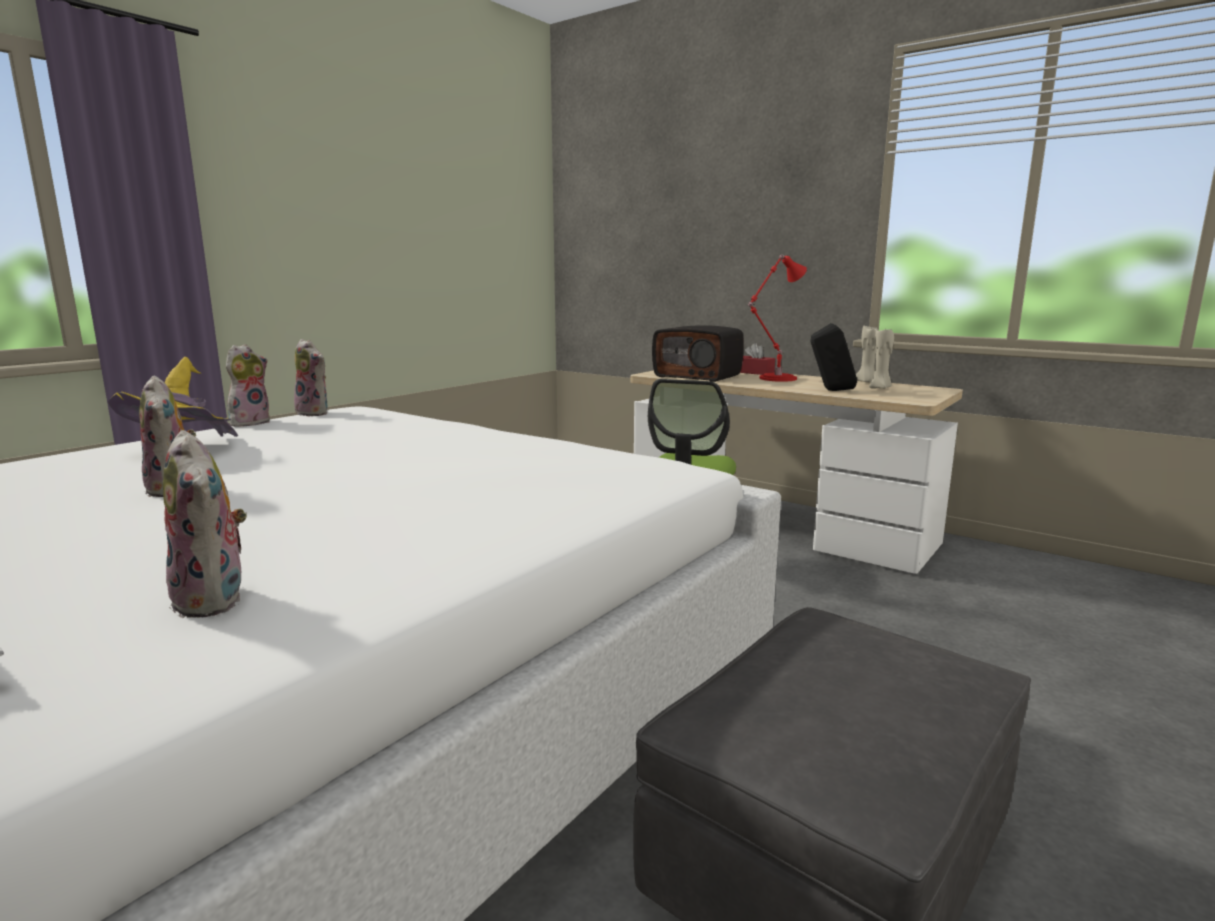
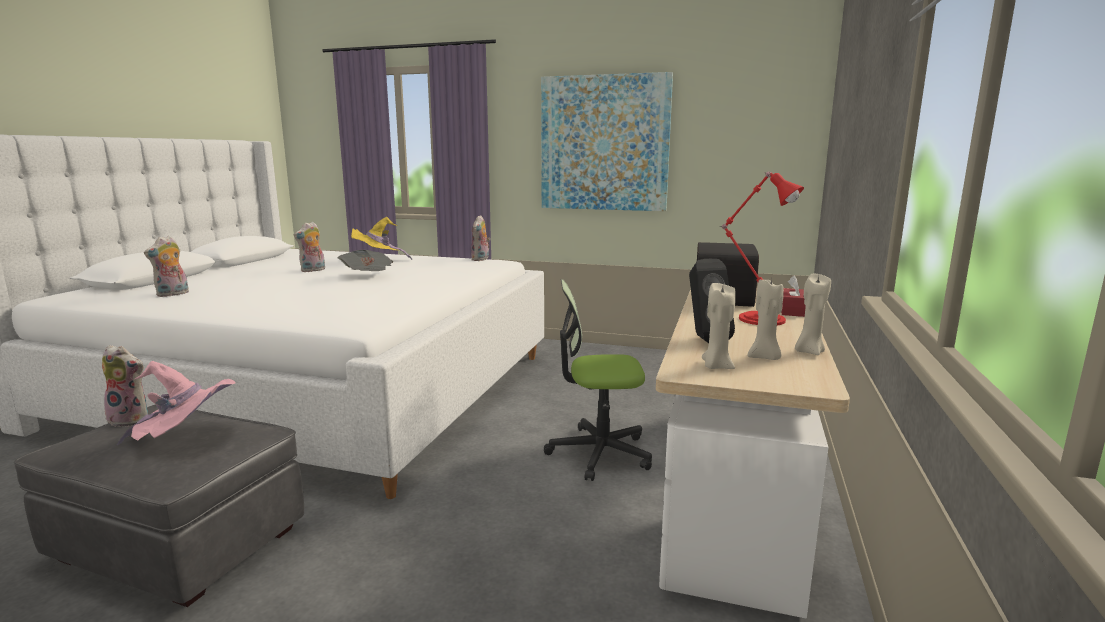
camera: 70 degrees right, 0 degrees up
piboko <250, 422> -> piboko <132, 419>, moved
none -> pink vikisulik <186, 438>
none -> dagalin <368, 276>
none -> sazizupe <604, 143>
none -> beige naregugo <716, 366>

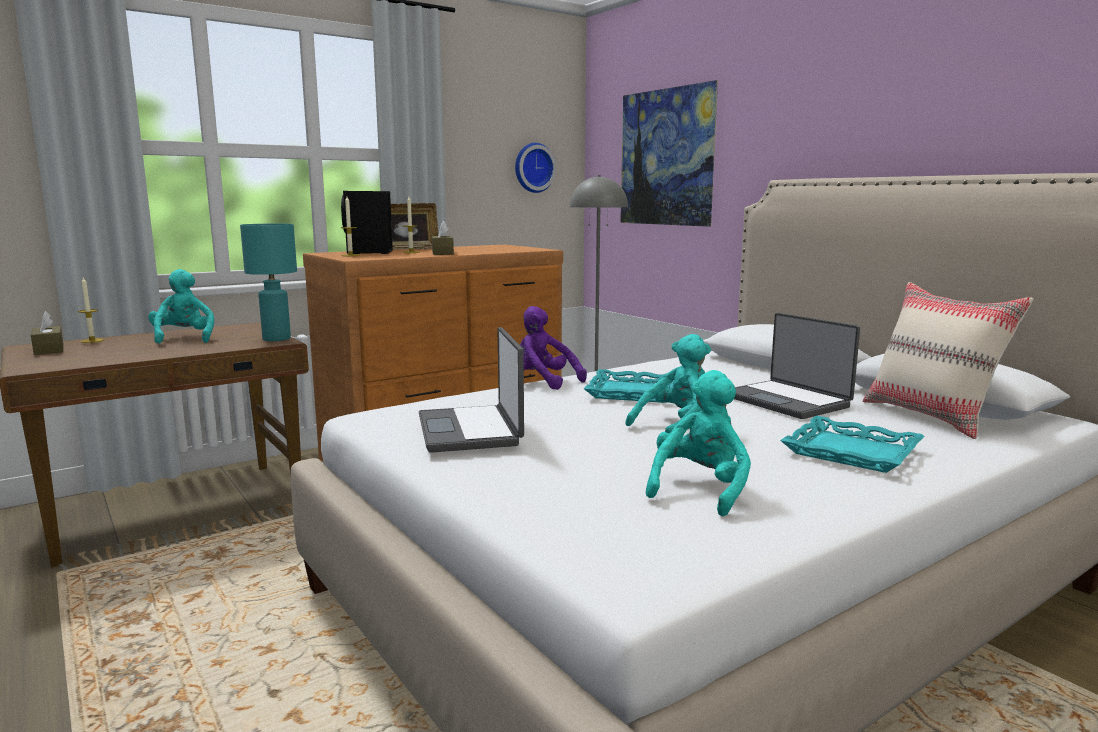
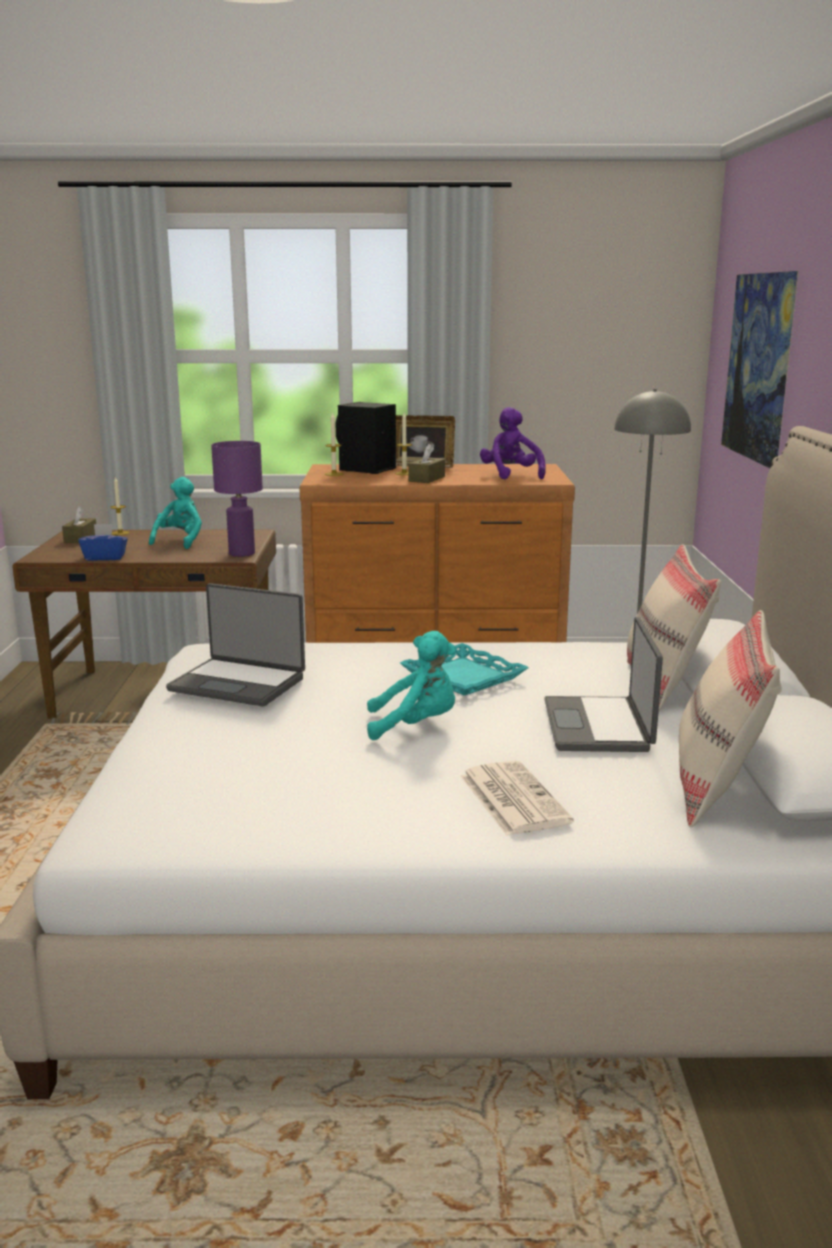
camera: 35 degrees right, 5 degrees up
none -> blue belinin <105, 557>
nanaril <471, 430> -> nanaril <239, 683>, 90 degrees counterclockwise
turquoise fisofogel <276, 339> -> purple fisofogel <241, 554>
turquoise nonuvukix <851, 452> -> dagalin <512, 798>
purple piboko <543, 382> -> purple piboko <510, 475>, moved
none -> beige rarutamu <664, 687>
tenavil <533, 168> -> none
turquoise piboko <700, 489> -> none

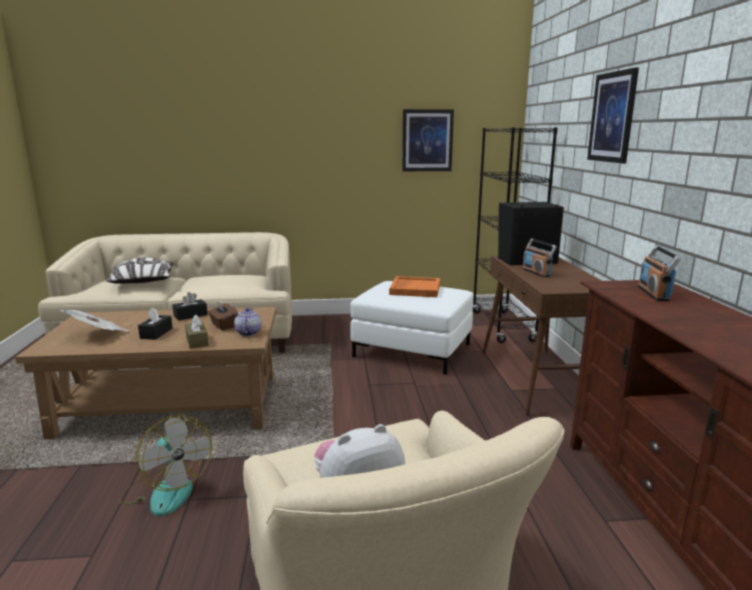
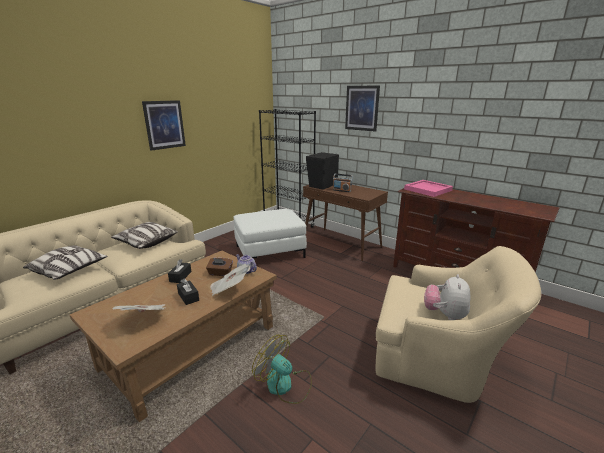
camera: 45 degrees left, 5 degrees up
none -> rarutamu <146, 242>
sazizupe <427, 140> -> sazizupe <164, 124>, moved
brown belinin <197, 341> -> dagalin <229, 289>
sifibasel <166, 490> -> sifibasel <285, 385>, 150 degrees counterclockwise
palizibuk <653, 293> -> pink nonuvukix <428, 190>
orange nonuvukix <415, 289> -> none

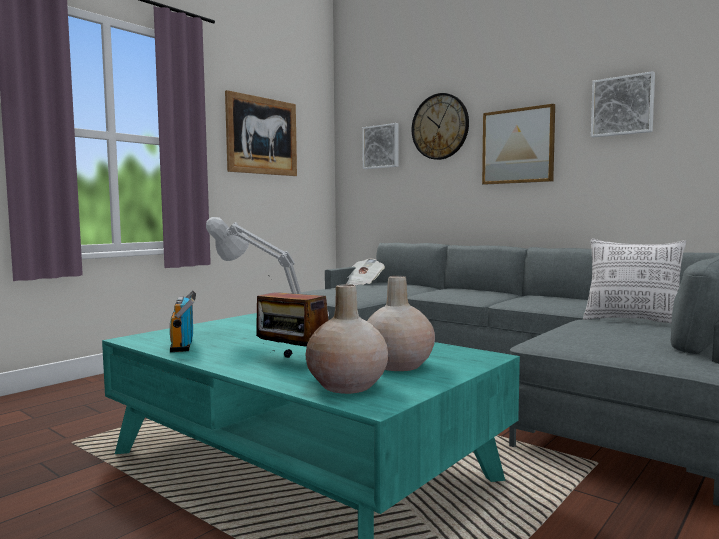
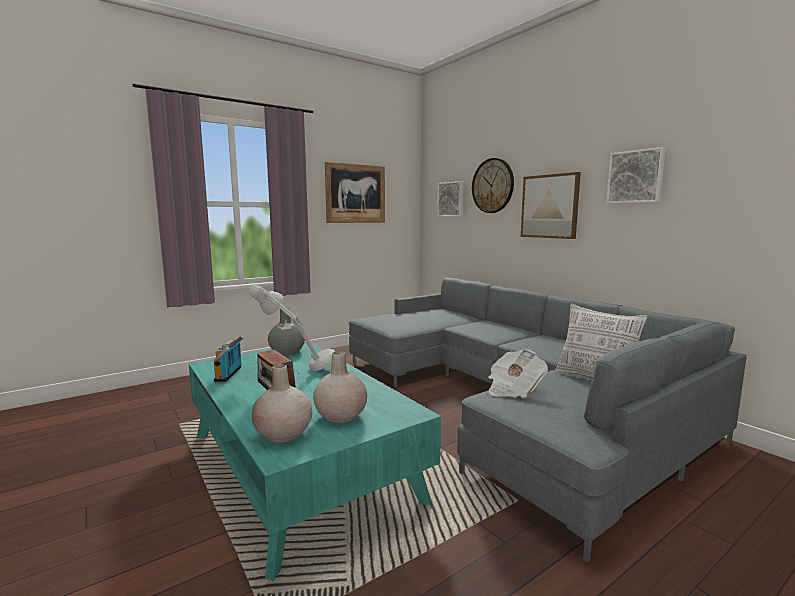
camera: 15 degrees right, 5 degrees up
none -> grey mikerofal <287, 352>
dagalin <363, 283> -> dagalin <513, 389>, moved

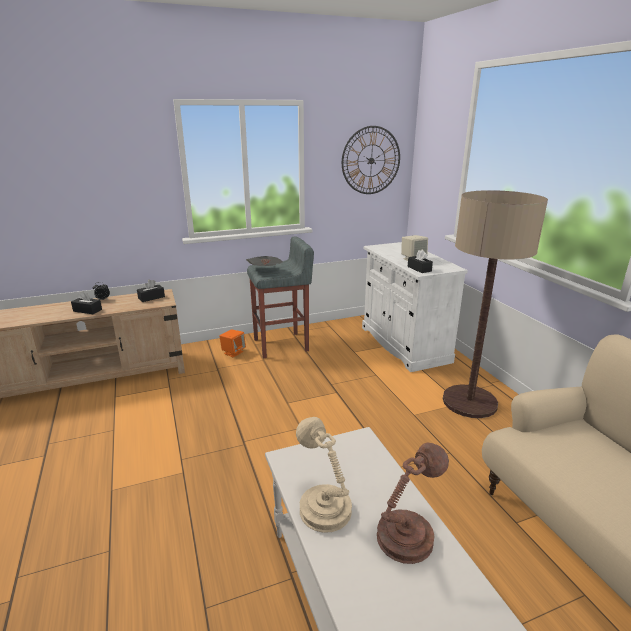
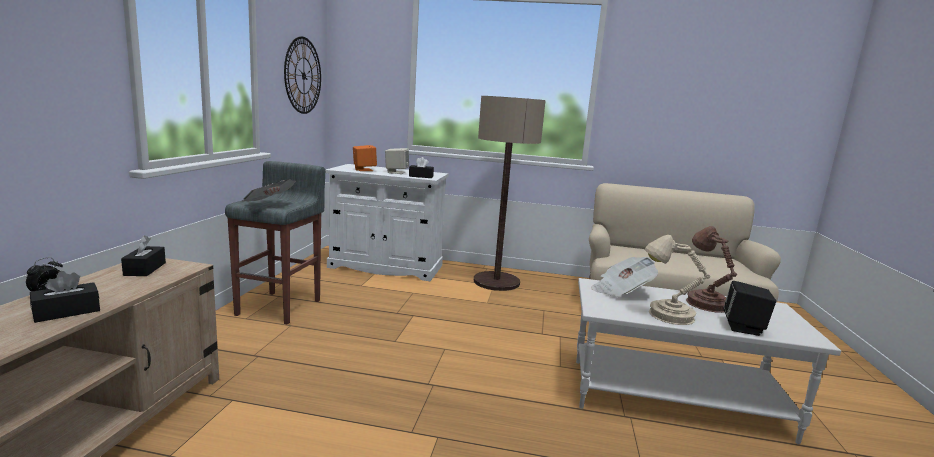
camera: 60 degrees left, 10 degrees down
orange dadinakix <233, 352> -> orange dadinakix <364, 170>, moved
none -> dagalin <621, 291>
none -> black dadinakix <743, 328>

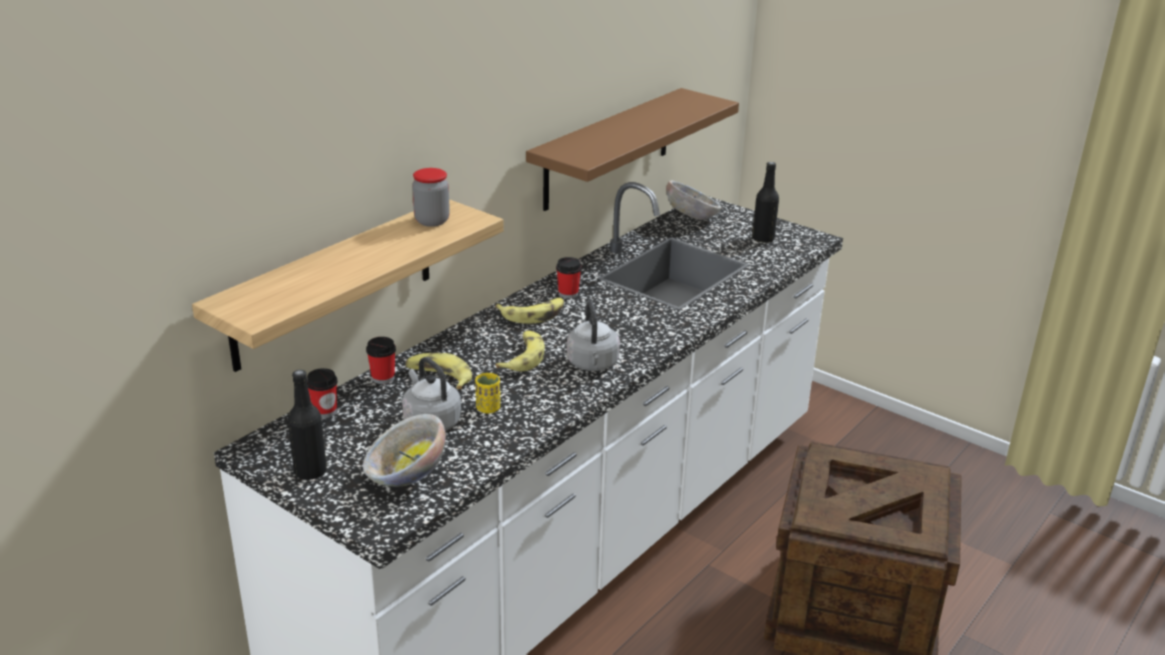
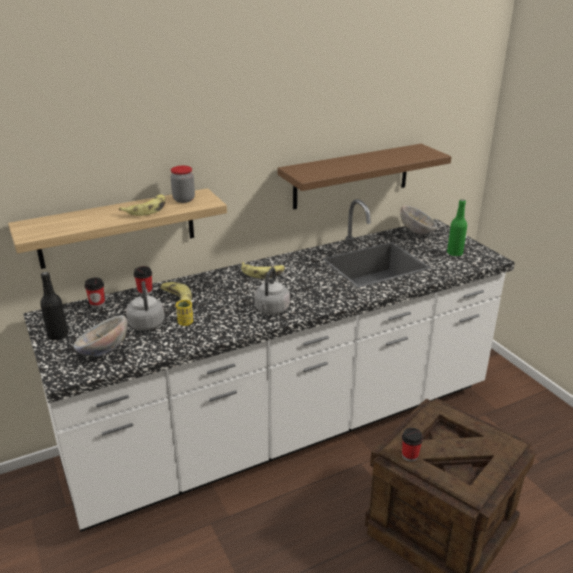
camera: 25 degrees right, 0 degrees up
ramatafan <523, 358> -> ramatafan <147, 209>, moved
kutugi <568, 294> -> kutugi <410, 455>, moved
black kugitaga <763, 239> -> green kugitaga <454, 253>

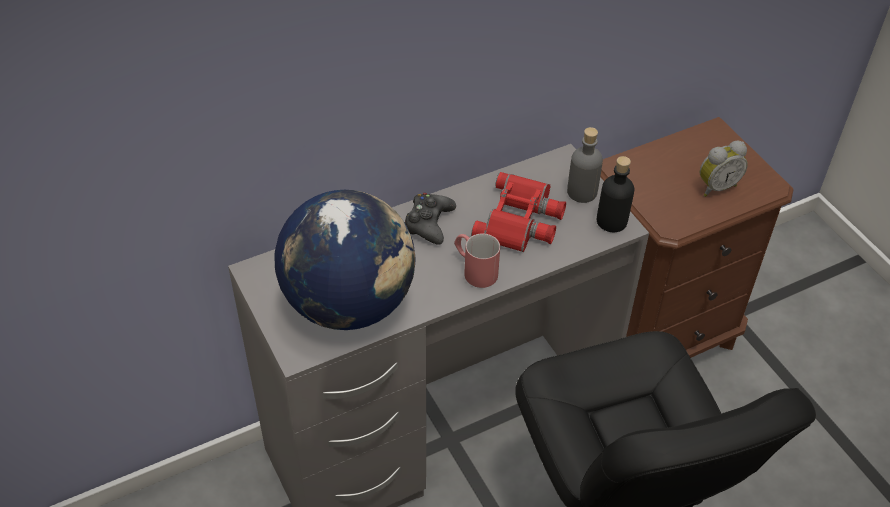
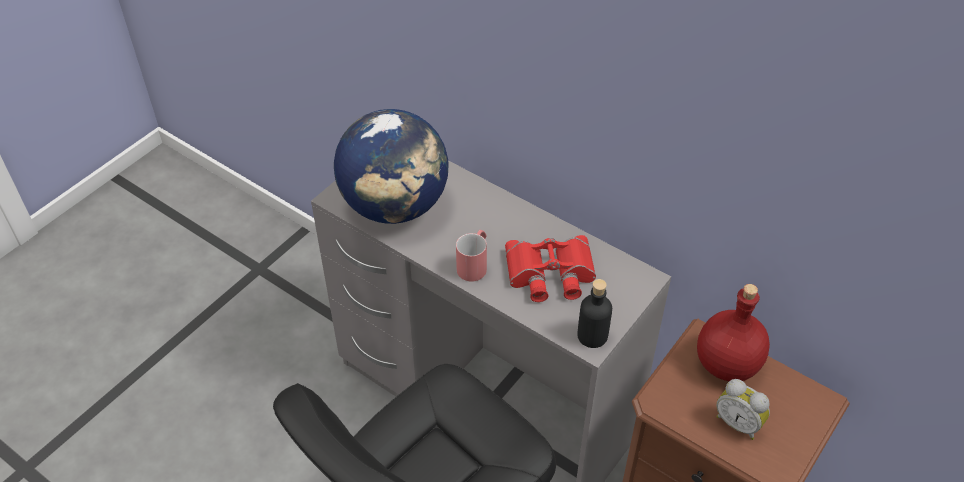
camera: 65 degrees right, 0 degrees up
none -> red kugitaga <728, 364>
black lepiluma <429, 223> -> none
grey kugitaga <582, 192> -> none

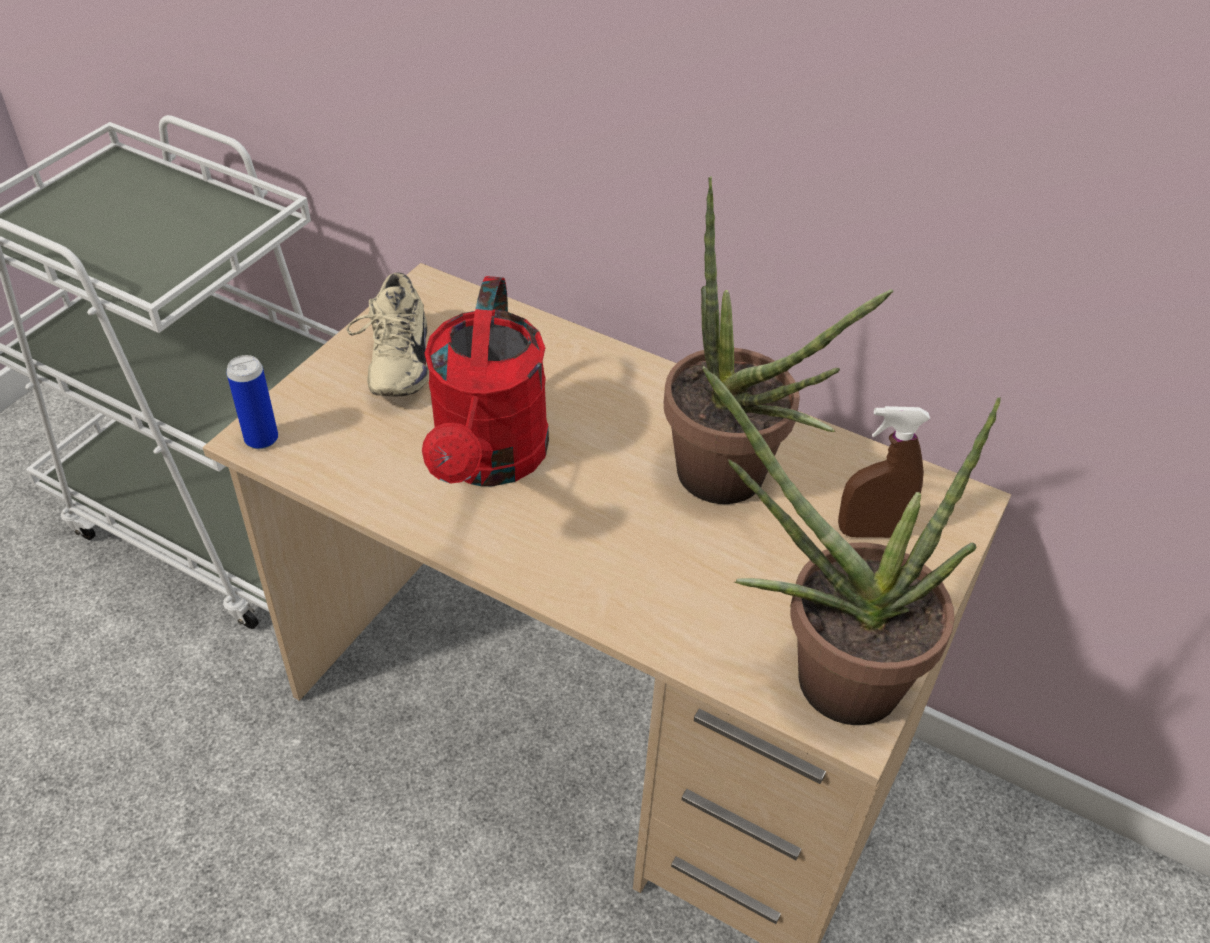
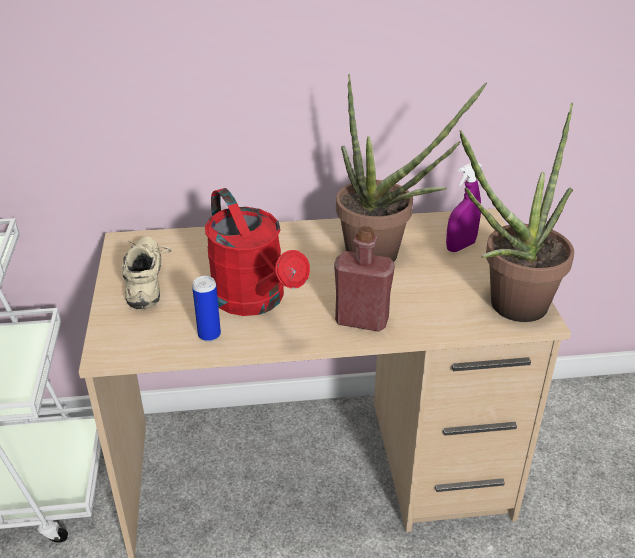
camera: 35 degrees left, 10 degrees down
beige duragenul <394, 363> -> beige duragenul <148, 282>, 150 degrees counterclockwise
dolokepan <261, 439> -> dolokepan <209, 335>, moved
none -> red kugitaga <362, 320>
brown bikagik <870, 531> -> purple bikagik <460, 246>

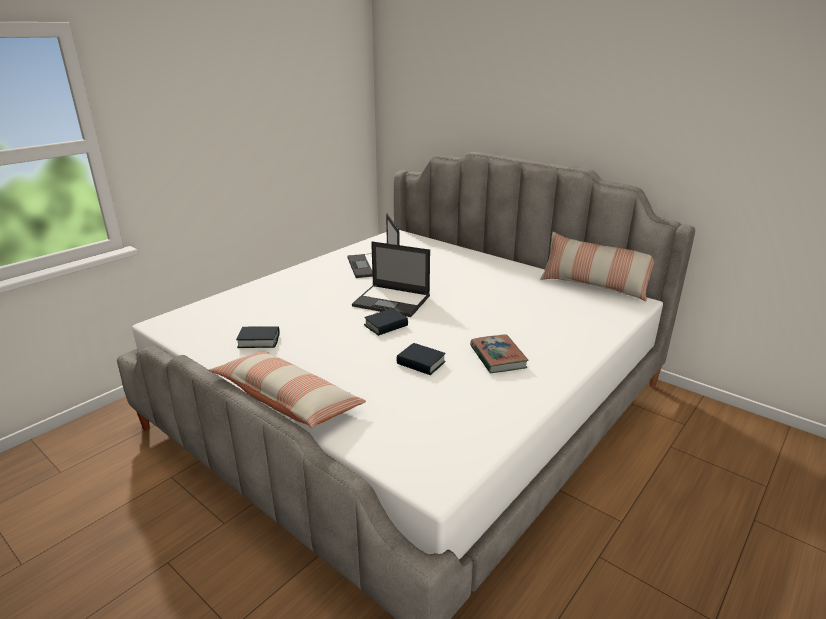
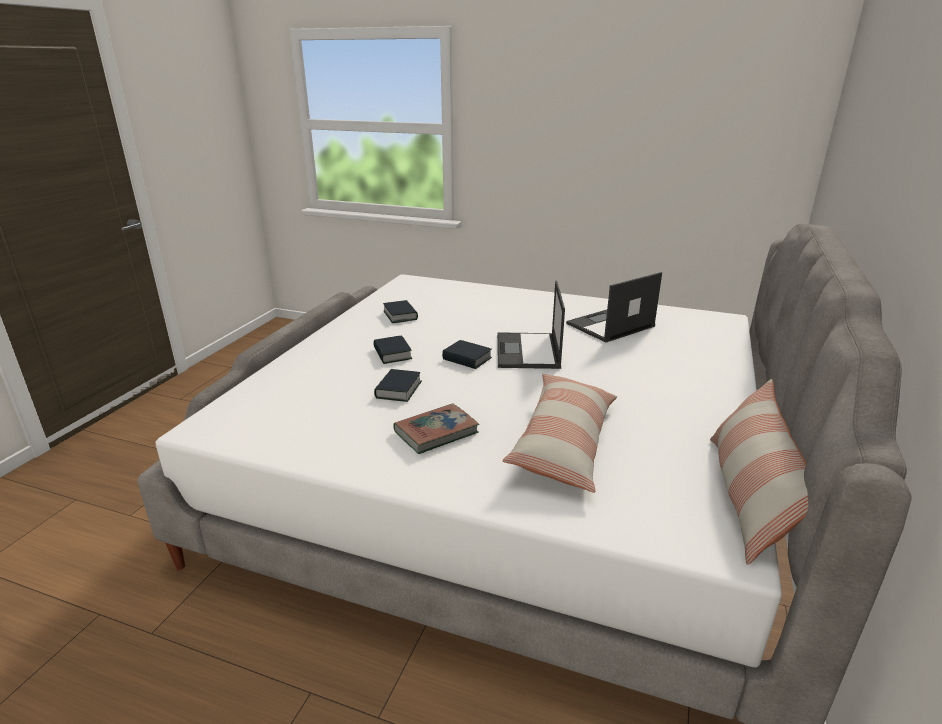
camera: 70 degrees right, 0 degrees up
none -> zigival <392, 354>
rarutamu <287, 400> -> rarutamu <564, 443>, moved

